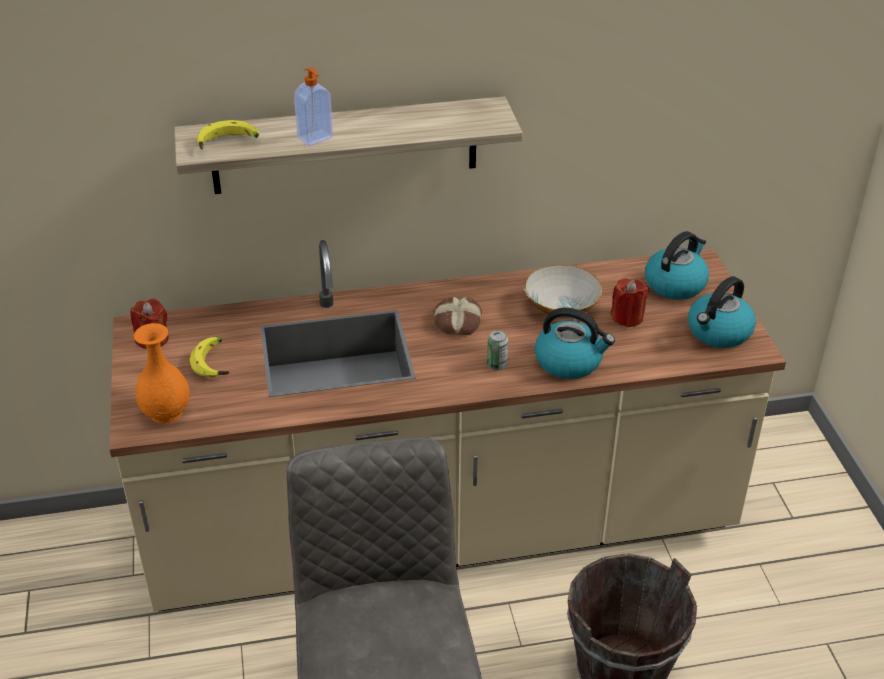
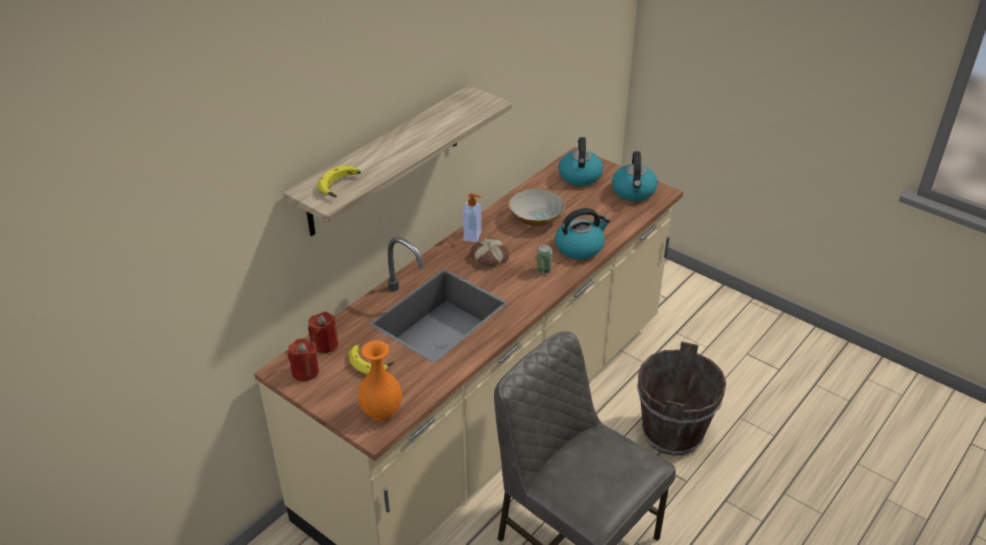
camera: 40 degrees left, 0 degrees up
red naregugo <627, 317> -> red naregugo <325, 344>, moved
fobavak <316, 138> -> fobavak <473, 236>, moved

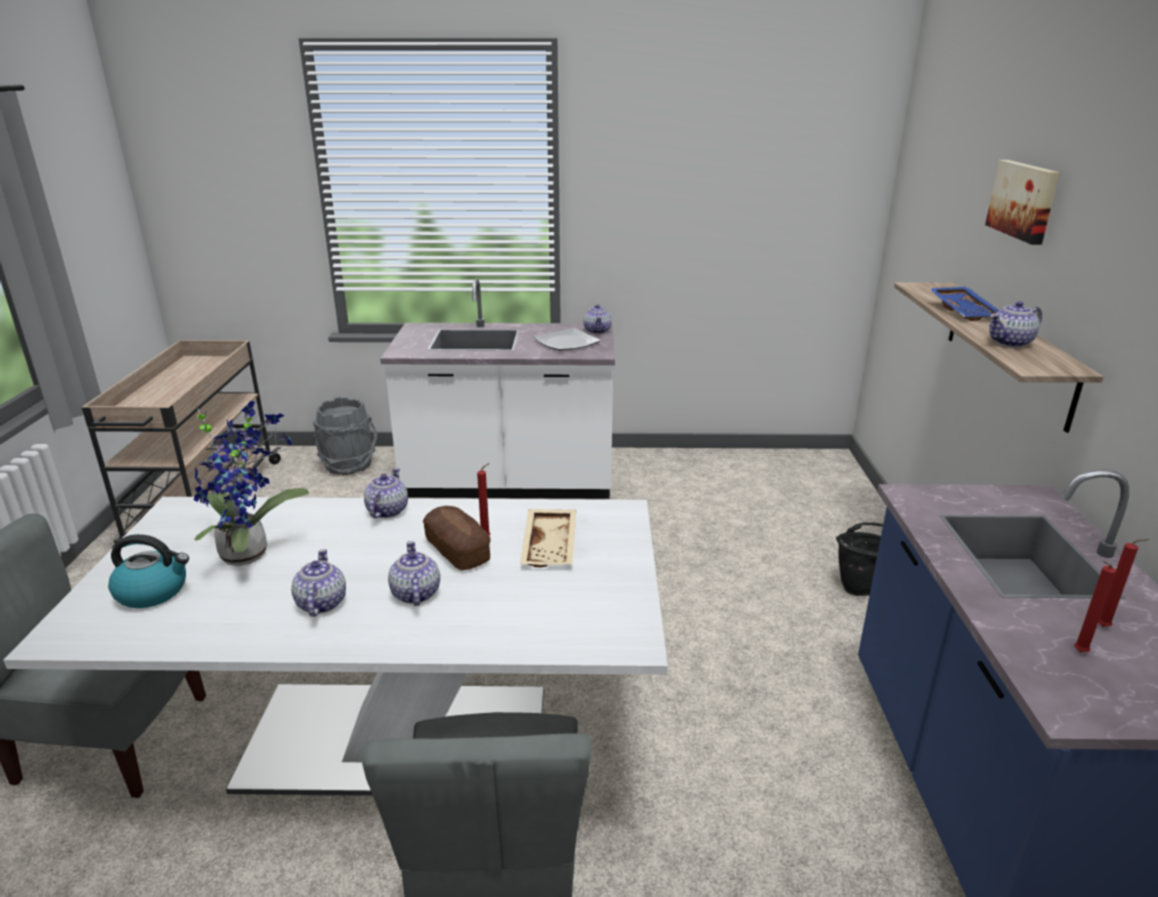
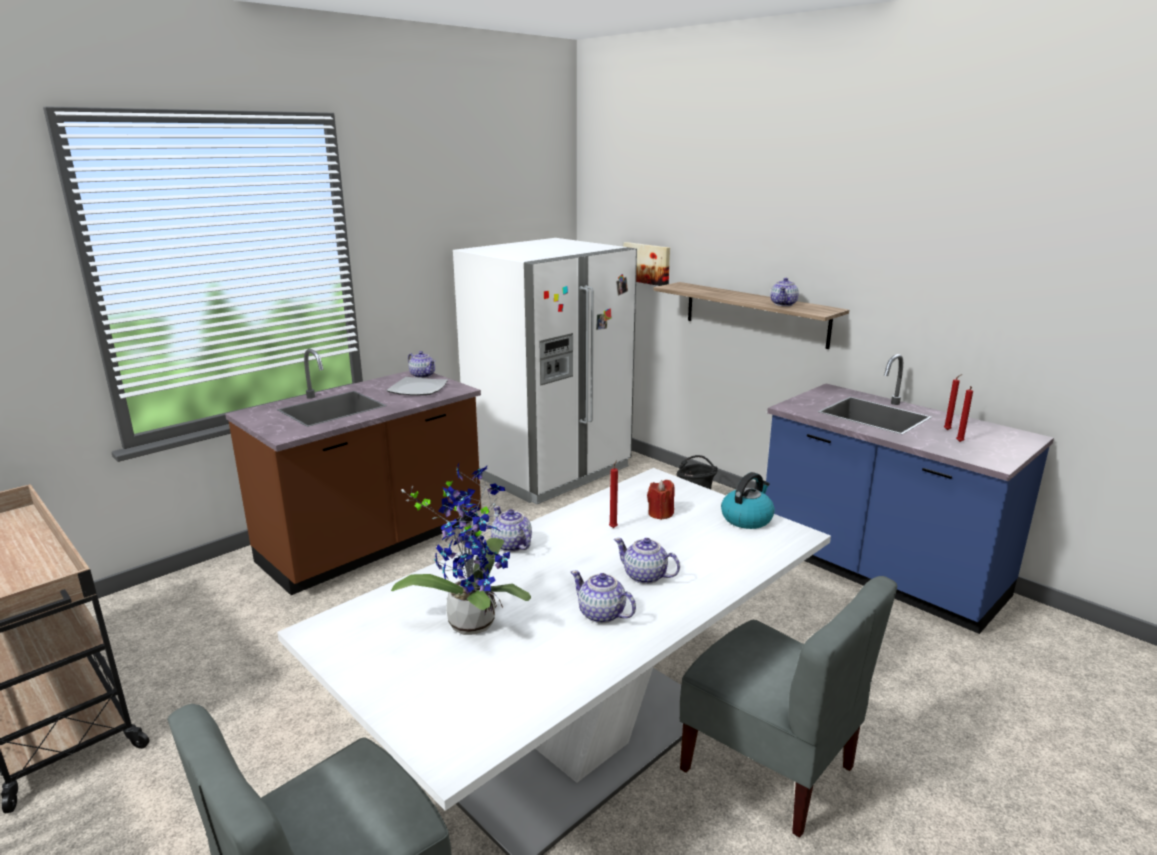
camera: 45 degrees left, 5 degrees down
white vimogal <509, 483> -> brown vimogal <374, 544>
none -> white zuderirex <549, 470>
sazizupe <1024, 200> -> sazizupe <647, 263>, moved
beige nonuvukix <551, 546> -> red naregugo <660, 513>
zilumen <153, 591> -> zilumen <747, 518>, moved
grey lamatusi <348, 465> -> none
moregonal <457, 550> -> none
blue nonuvukix <964, 311> -> none

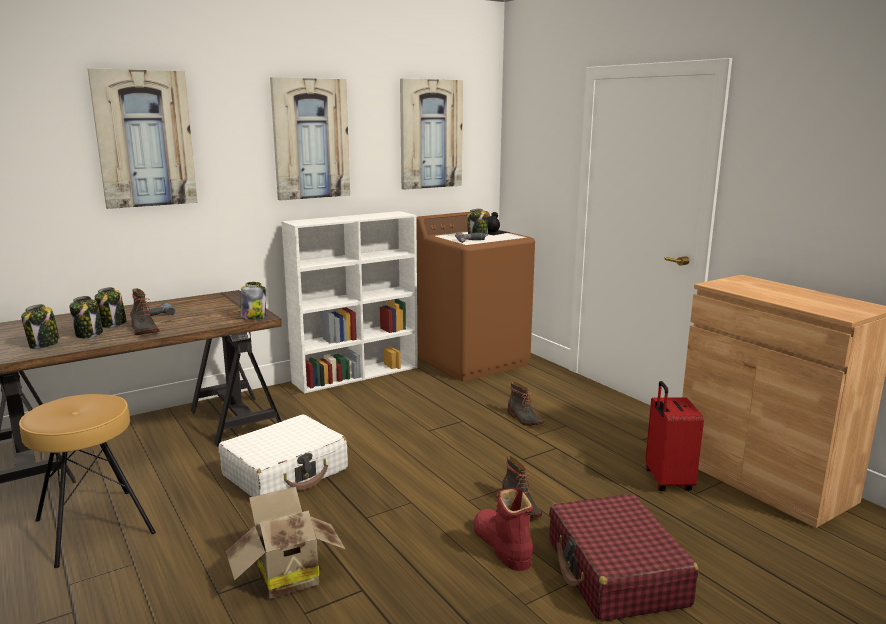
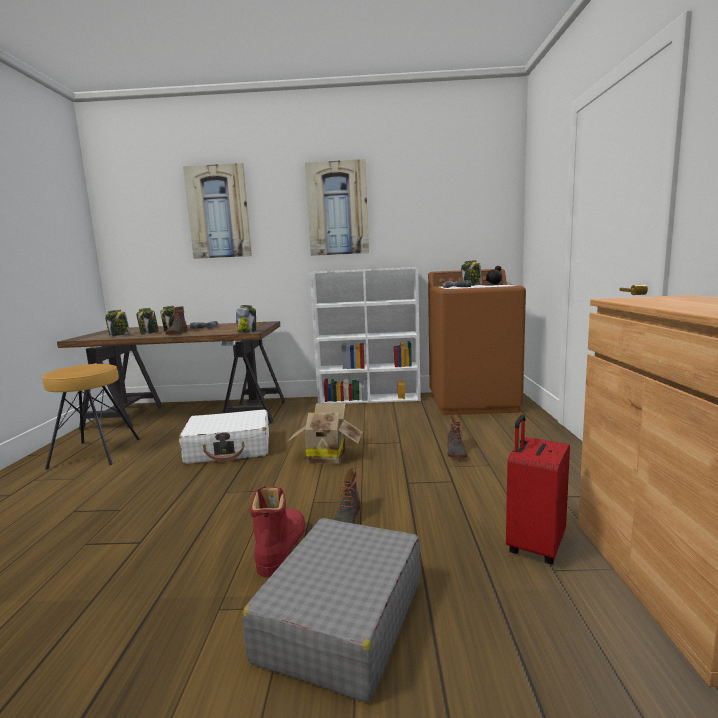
camera: 35 degrees right, 5 degrees down
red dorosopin <616, 573> -> grey dorosopin <341, 619>
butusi <285, 576> -> butusi <326, 456>, moved
sazizupe <430, 134> -> none

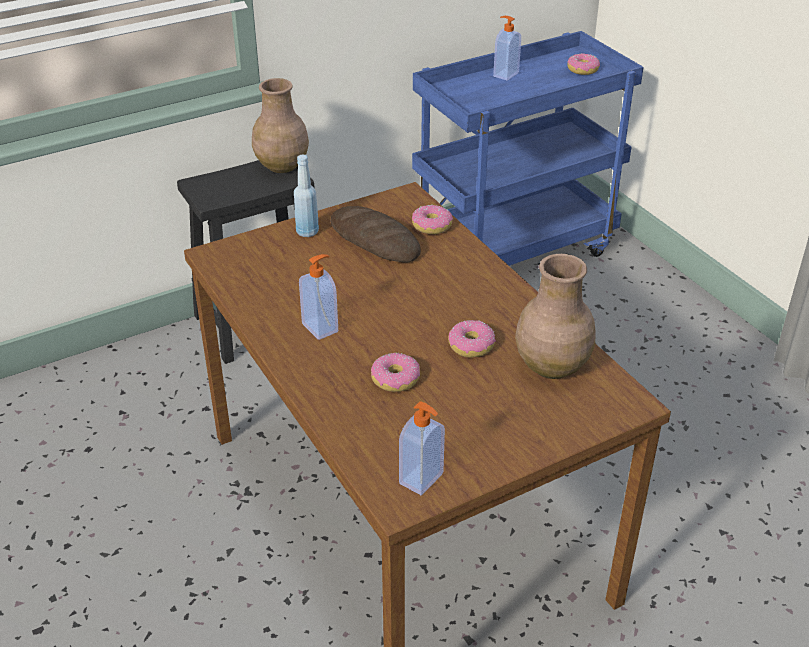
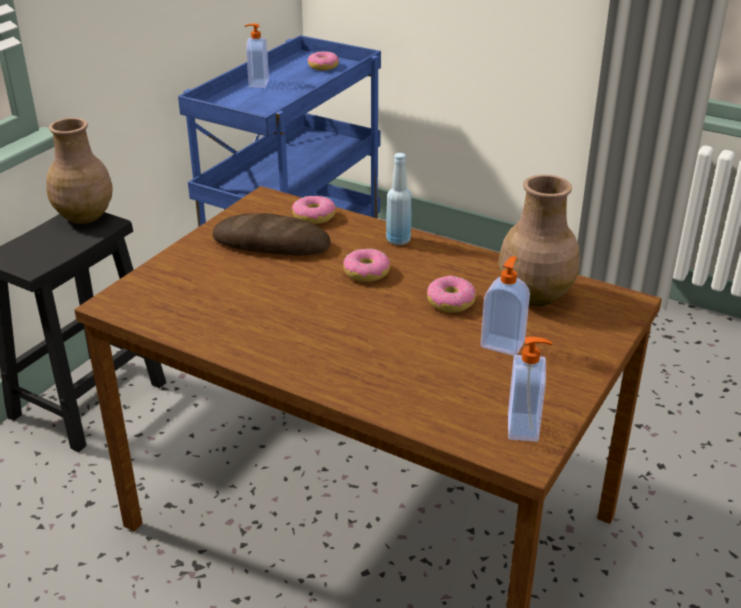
camera: 30 degrees left, 5 degrees down
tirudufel <395, 379> -> tirudufel <366, 273>, moved
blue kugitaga <307, 232> -> blue kugitaga <398, 240>, moved
fobavak <321, 327> -> fobavak <503, 344>, moved

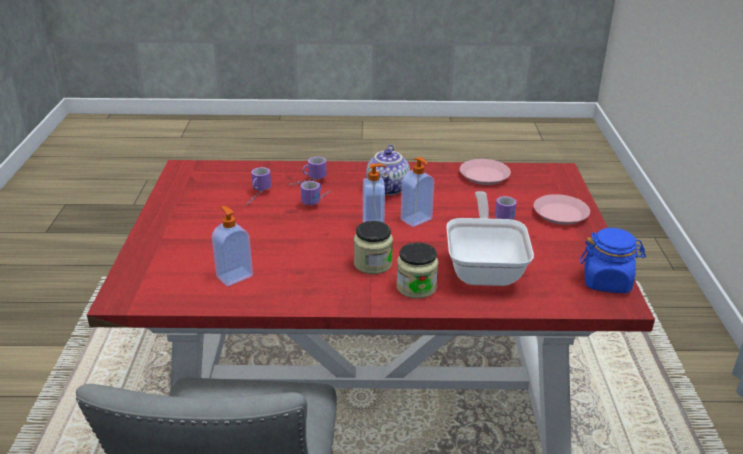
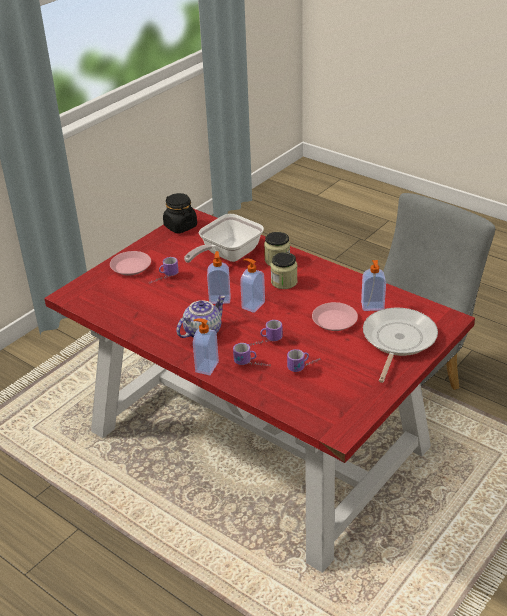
camera: 140 degrees left, 5 degrees up
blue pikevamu <607, 281> -> black pikevamu <180, 226>
none -> fobavak <206, 367>
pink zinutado <484, 176> -> pink zinutado <334, 320>, moved
none -> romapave <397, 340>

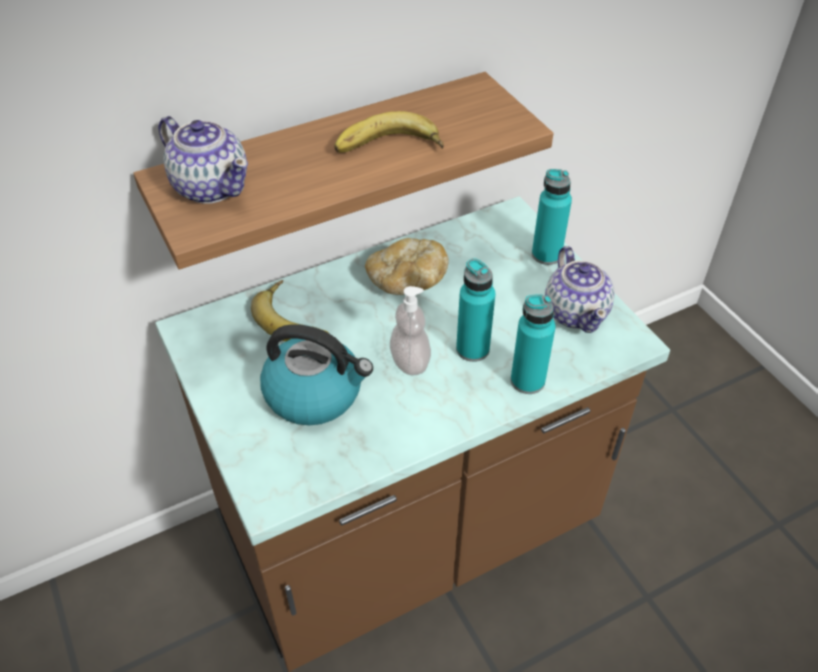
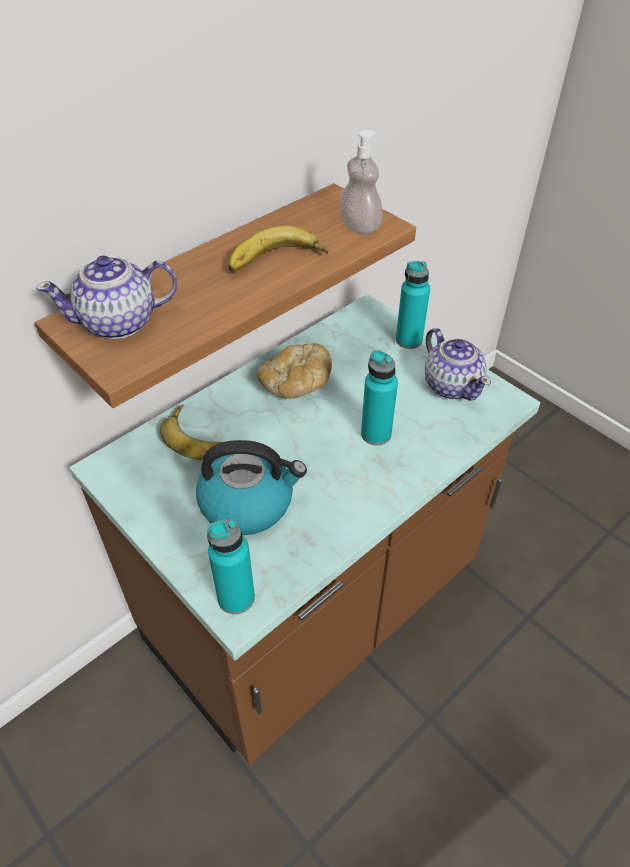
camera: 15 degrees left, 0 degrees up
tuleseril <211, 186> -> tuleseril <120, 323>, 135 degrees clockwise
turquoise kugitaga <527, 381> -> turquoise kugitaga <236, 597>, moved
fobavak <410, 362> -> fobavak <359, 226>, moved

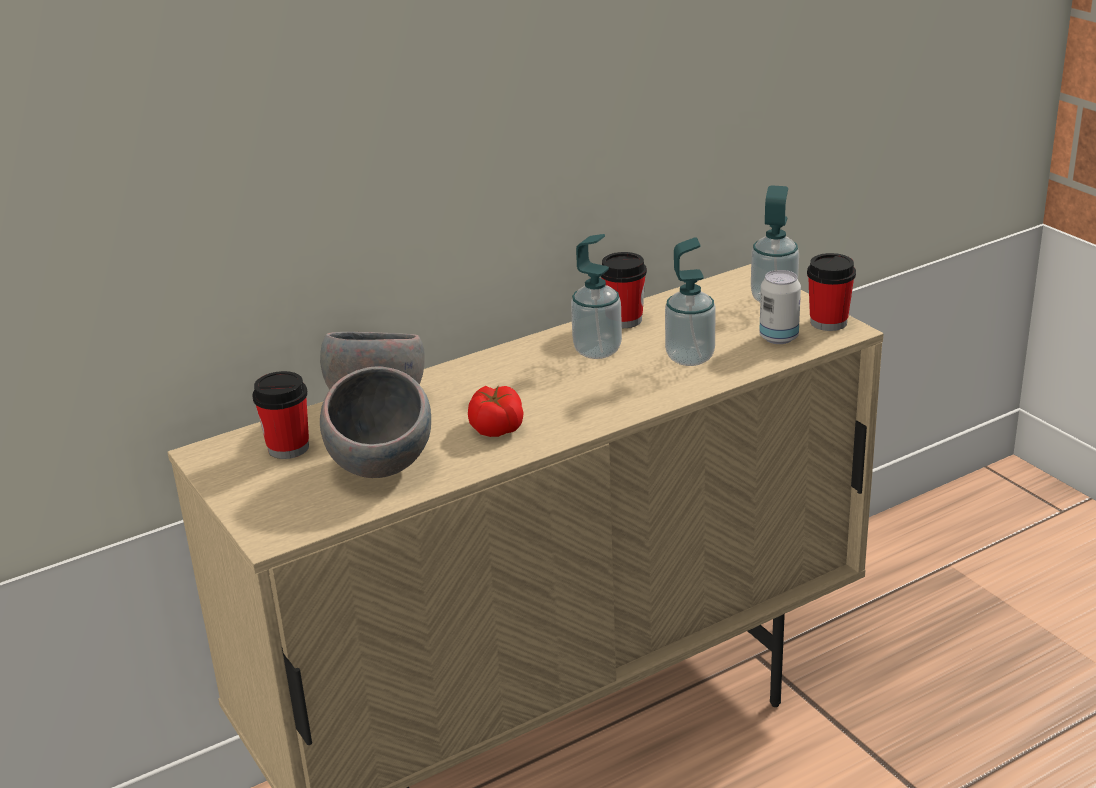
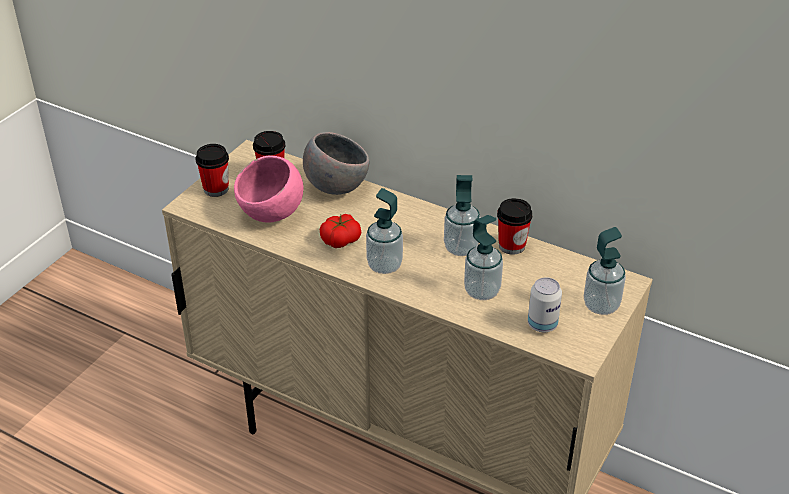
camera: 60 degrees right, 10 degrees up
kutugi <828, 322> -> kutugi <216, 189>, moved
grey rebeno <381, 466> -> pink rebeno <272, 214>
none -> fobavak <384, 265>

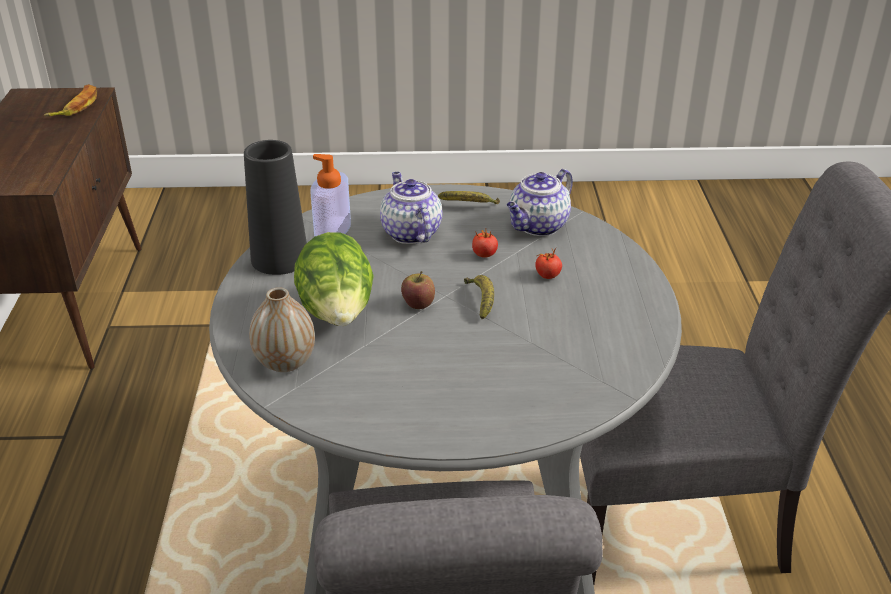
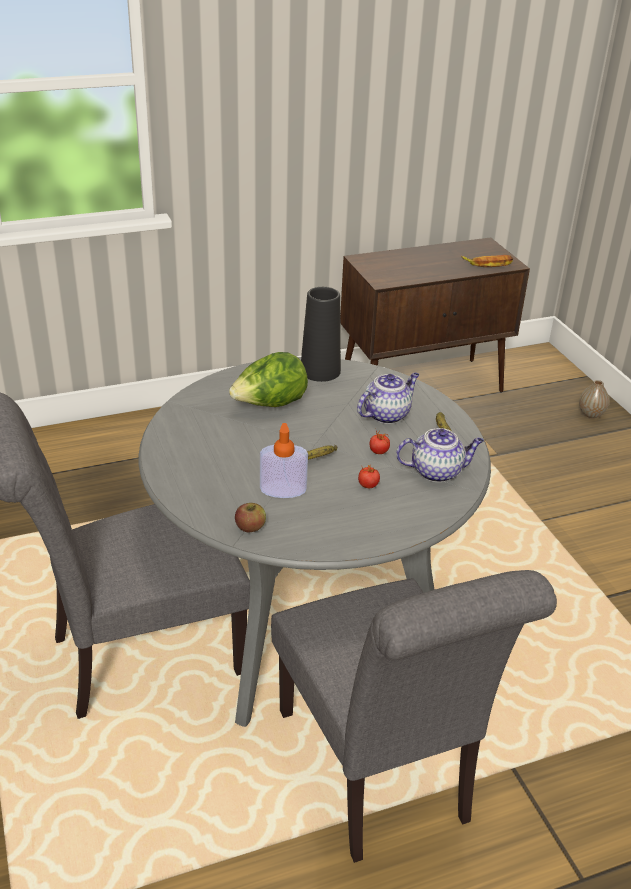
camera: 70 degrees right, 0 degrees up
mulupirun <418, 303> -> mulupirun <250, 527>, moved
fobavak <332, 229> -> fobavak <283, 489>, moved
tuleseril <538, 226> -> tuleseril <437, 471>, 150 degrees clockwise
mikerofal <285, 362> -> mikerofal <590, 414>, moved

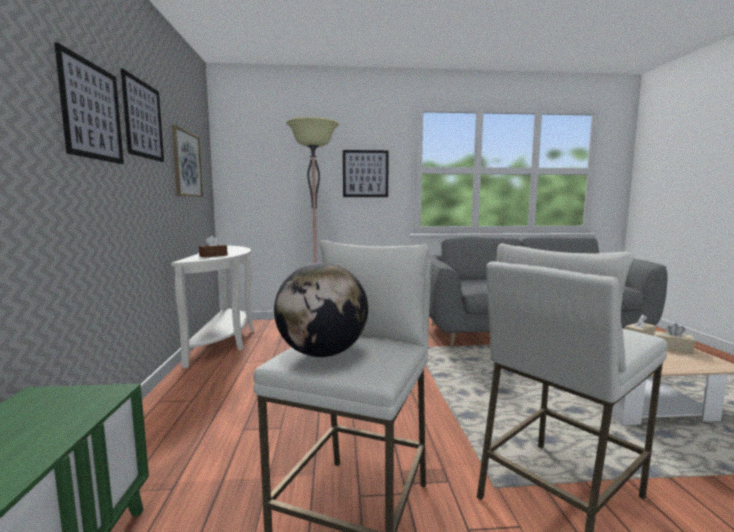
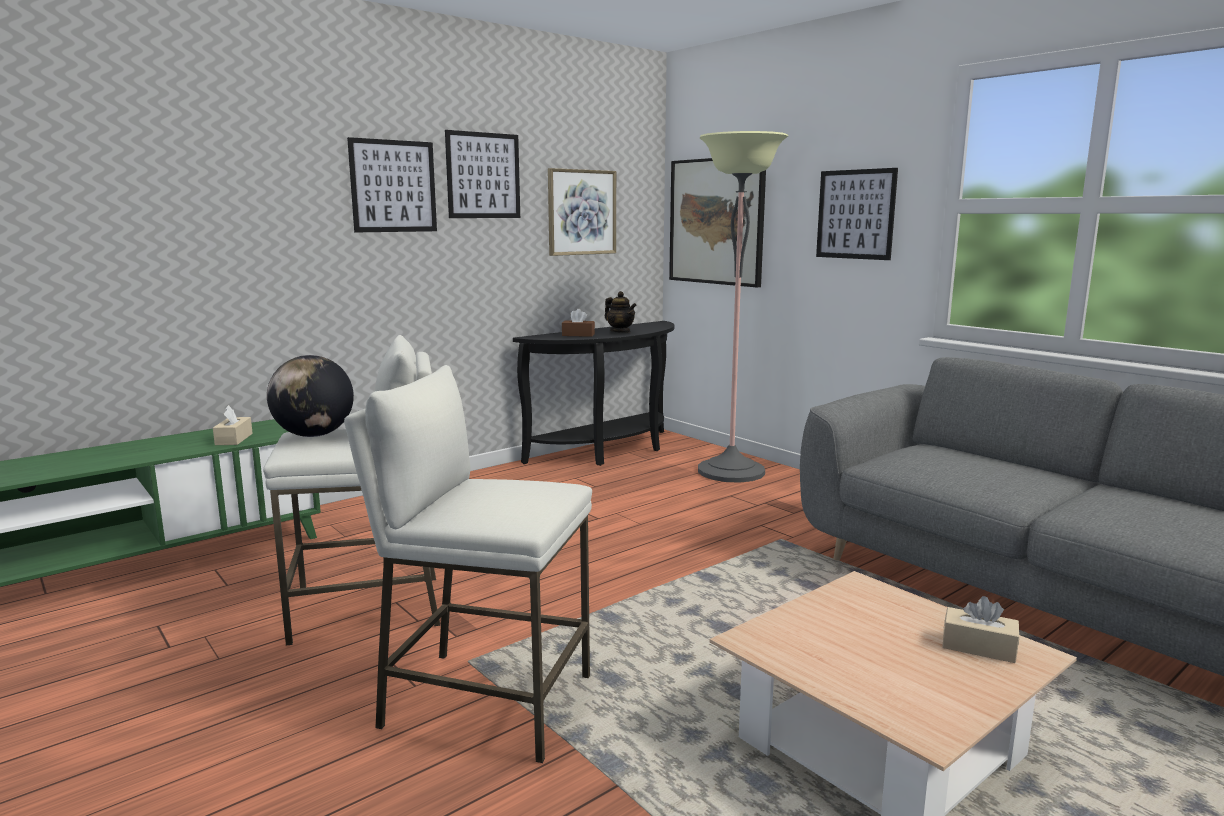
camera: 55 degrees right, 5 degrees up
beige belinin <672, 348> -> beige belinin <234, 439>, moved
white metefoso <226, 341> -> black metefoso <610, 451>
none -> tuleseril <620, 332>
none -> sazizupe <716, 221>

